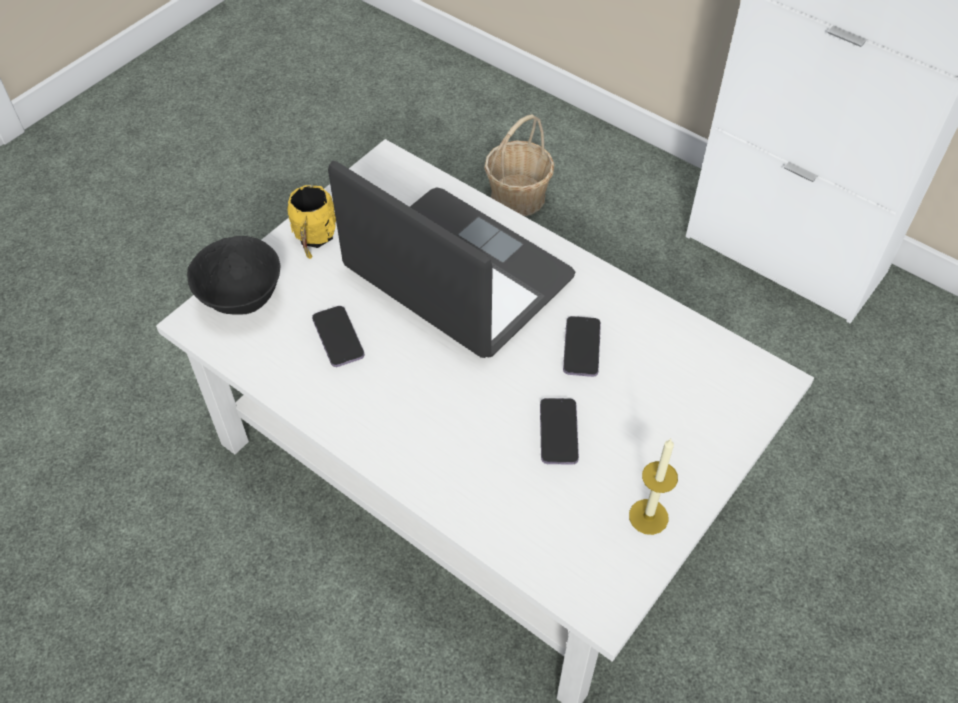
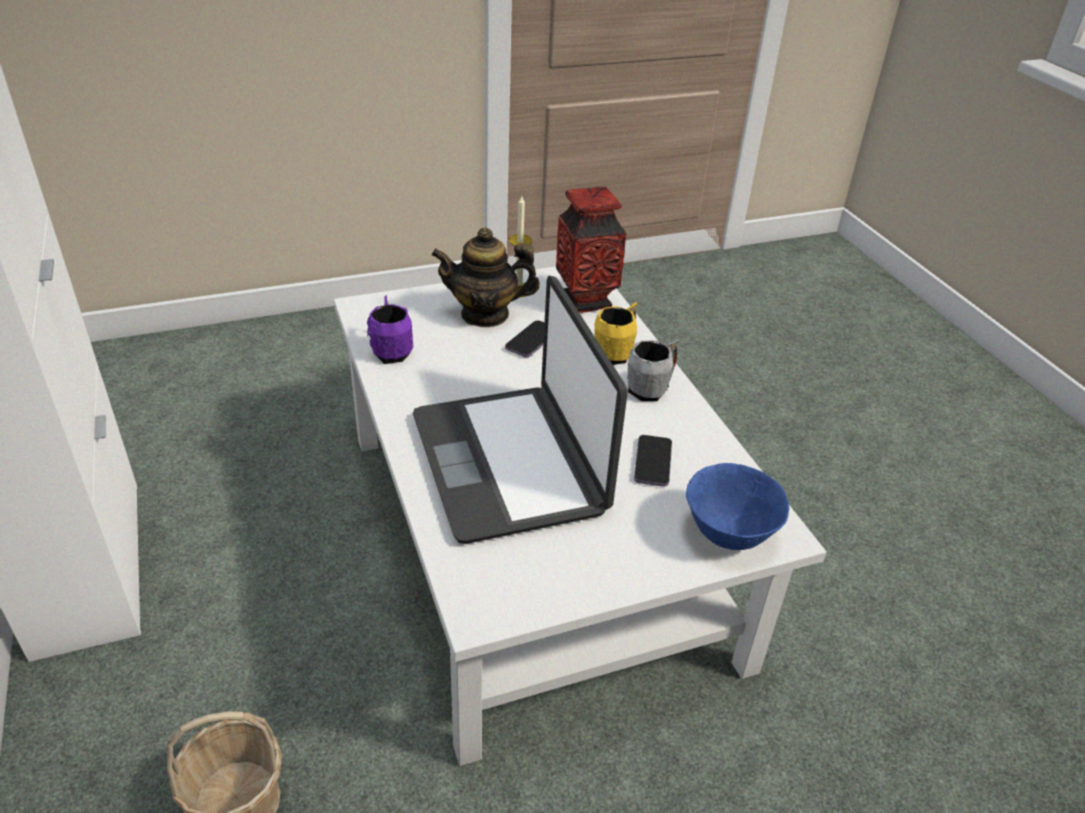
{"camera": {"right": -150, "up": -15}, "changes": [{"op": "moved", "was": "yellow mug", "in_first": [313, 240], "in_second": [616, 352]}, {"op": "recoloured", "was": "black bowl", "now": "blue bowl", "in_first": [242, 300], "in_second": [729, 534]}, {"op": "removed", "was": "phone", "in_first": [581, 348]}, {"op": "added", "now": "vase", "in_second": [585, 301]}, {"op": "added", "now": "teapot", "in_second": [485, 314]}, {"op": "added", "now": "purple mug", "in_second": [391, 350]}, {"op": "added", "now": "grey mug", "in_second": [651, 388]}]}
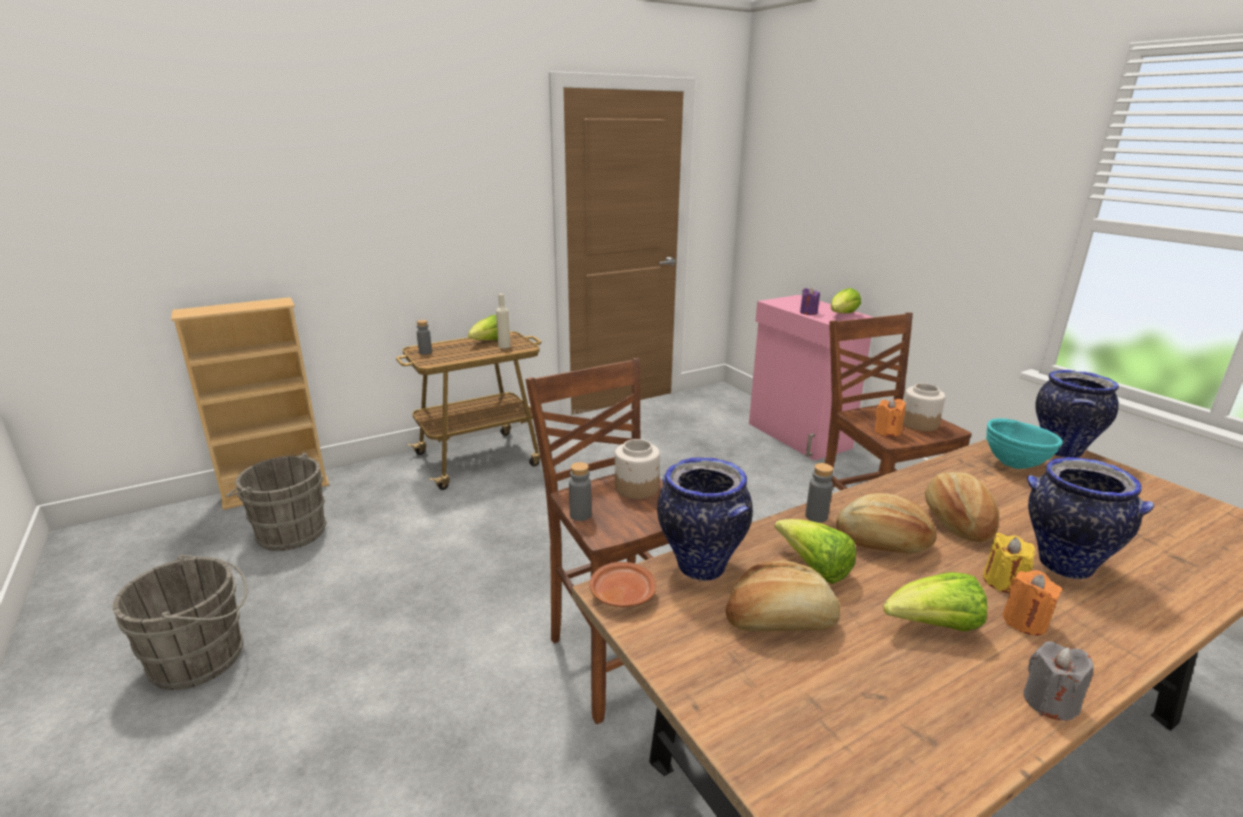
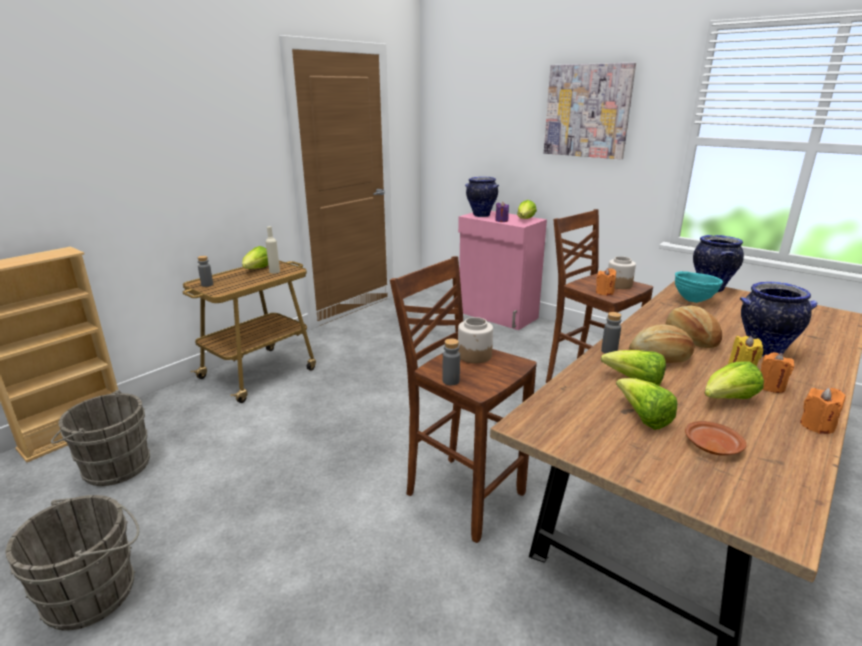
{"camera": {"right": -20, "up": 0}, "changes": [{"op": "moved", "was": "vase", "in_first": [699, 566], "in_second": [480, 215]}, {"op": "replaced", "was": "bread", "now": "lettuce", "in_first": [780, 621], "in_second": [643, 418]}, {"op": "moved", "was": "brown plate", "in_first": [622, 594], "in_second": [711, 446]}, {"op": "recoloured", "was": "grey candle", "now": "orange candle", "in_first": [1049, 702], "in_second": [817, 426]}, {"op": "added", "now": "picture", "in_second": [587, 111]}]}
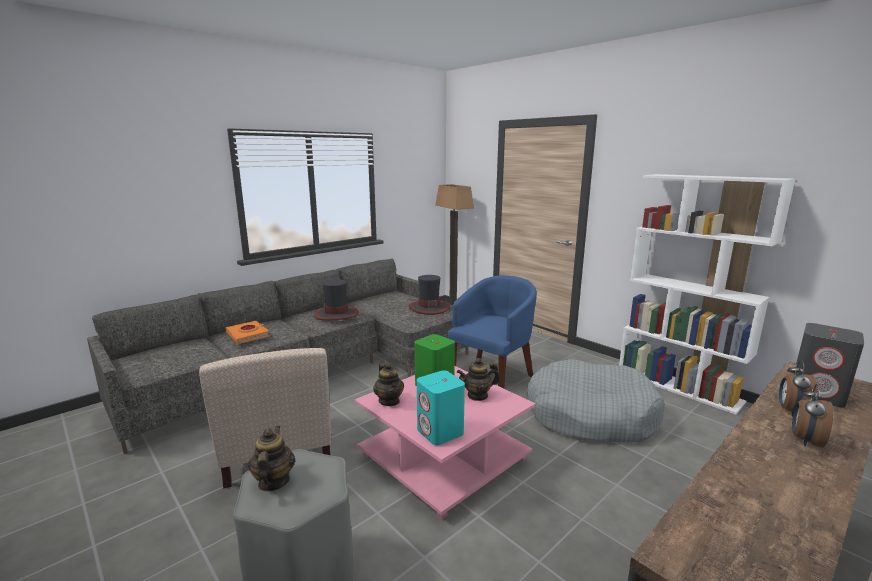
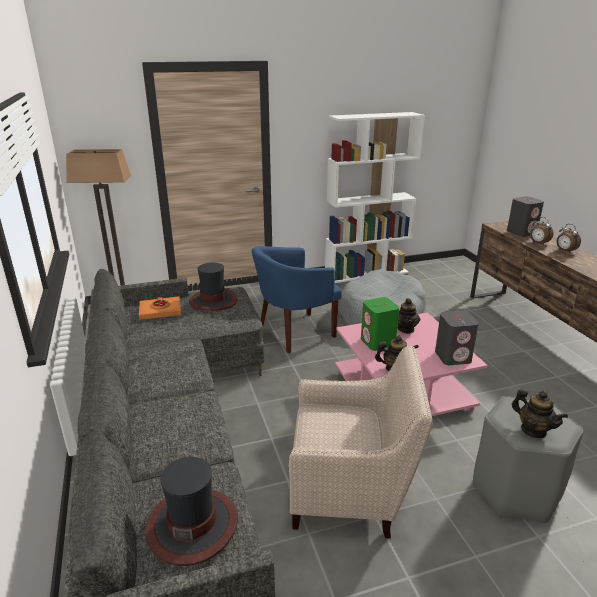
{"camera": {"right": -65, "up": 10}, "changes": [{"op": "turned", "was": "blue armchair", "in_first": [492, 376], "in_second": [294, 332], "clockwise": -90}, {"op": "moved", "was": "hat", "in_first": [337, 314], "in_second": [192, 525]}, {"op": "moved", "was": "orange book", "in_first": [248, 335], "in_second": [160, 311]}, {"op": "recoloured", "was": "turquoise speaker", "now": "grey speaker", "in_first": [440, 432], "in_second": [453, 357]}, {"op": "turned", "was": "teapot", "in_first": [273, 482], "in_second": [533, 430], "clockwise": -150}]}
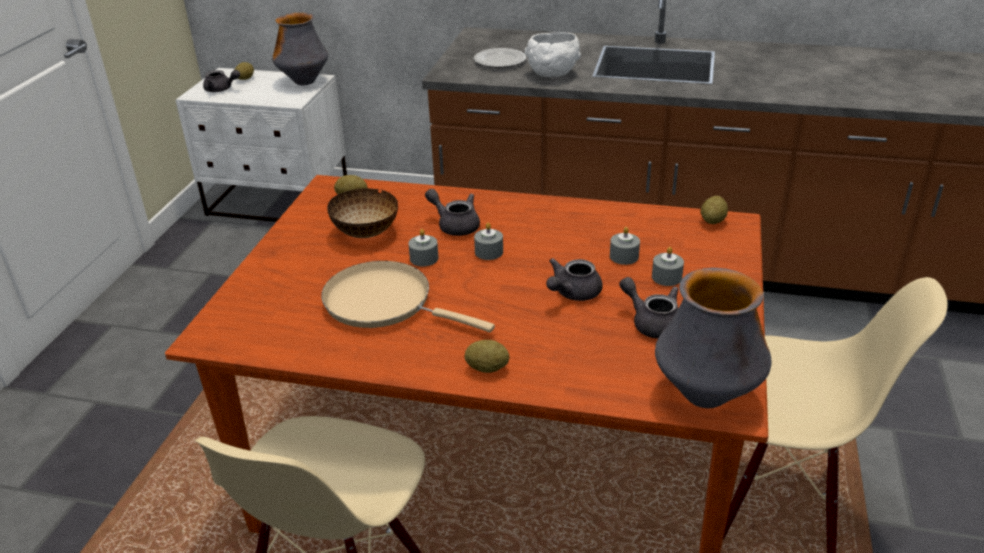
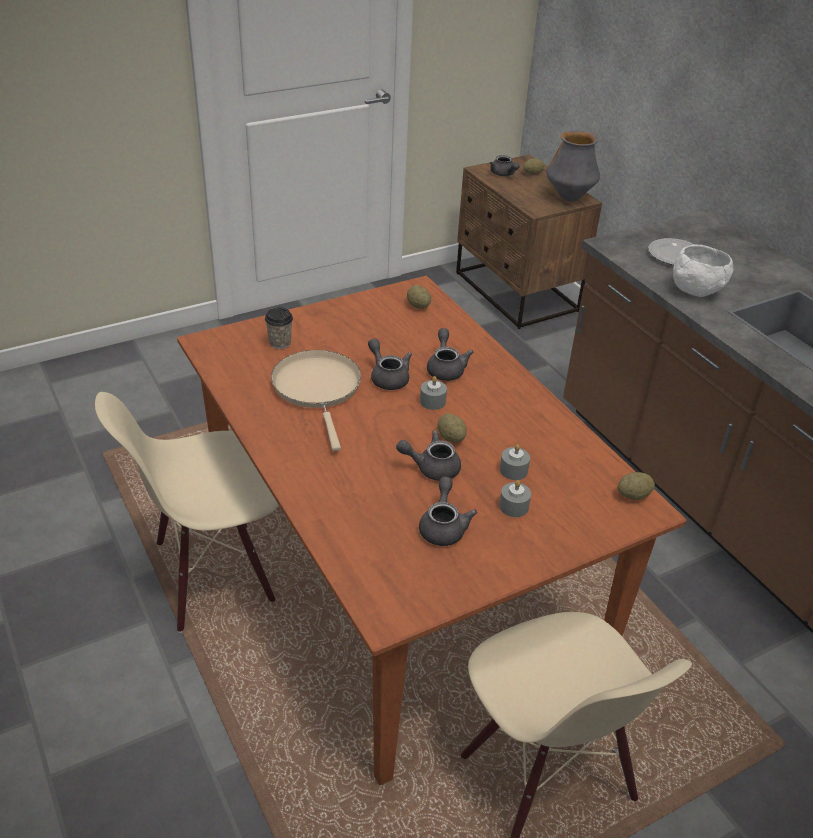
{"camera": {"right": 45, "up": 5}, "changes": [{"op": "recoloured", "was": "white nightstand", "now": "brown nightstand", "in_first": [278, 203], "in_second": [515, 292]}, {"op": "removed", "was": "bowl", "in_first": [366, 233]}, {"op": "replaced", "was": "grey candle", "now": "grey teapot", "in_first": [424, 258], "in_second": [387, 377]}, {"op": "removed", "was": "vase", "in_first": [705, 396]}, {"op": "moved", "was": "potato", "in_first": [487, 368], "in_second": [451, 438]}, {"op": "added", "now": "cup", "in_second": [280, 343]}]}
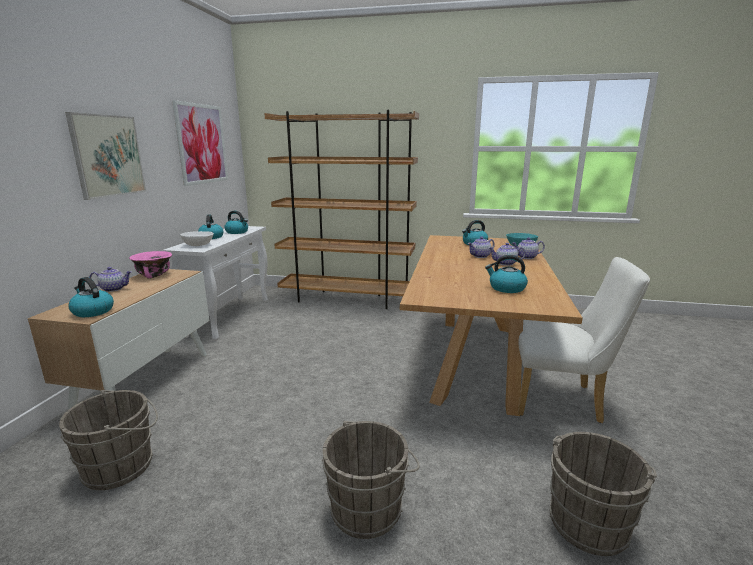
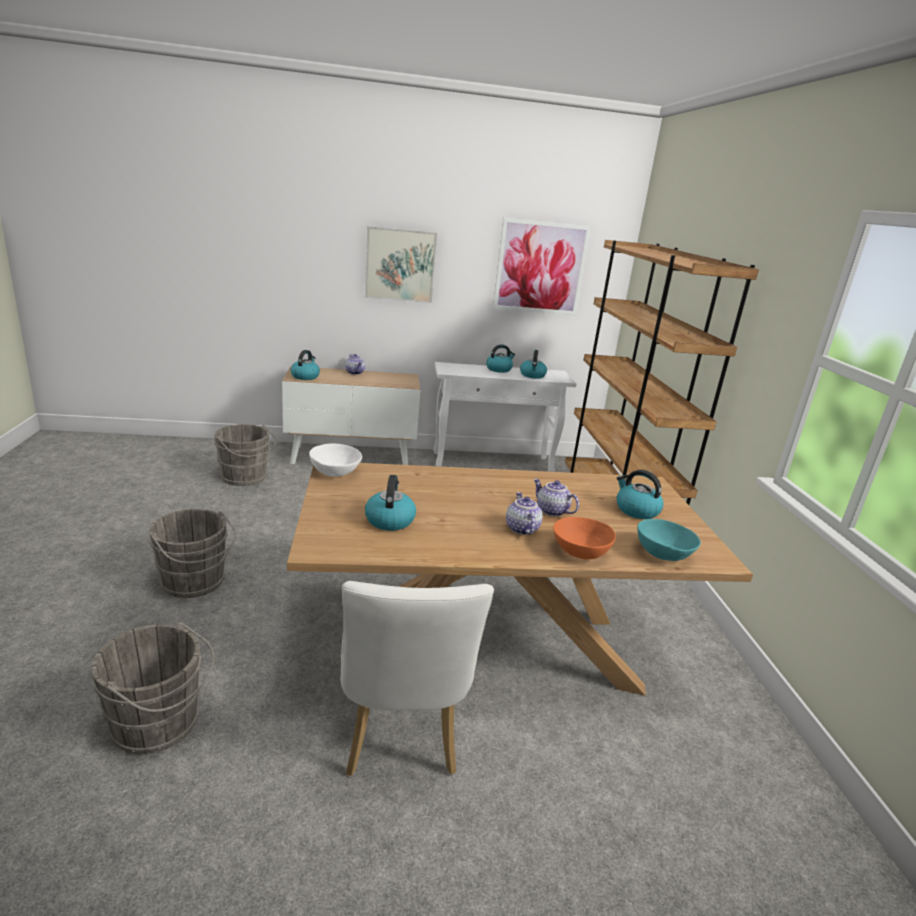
{"camera": {"right": 70, "up": 5}, "changes": [{"op": "moved", "was": "white bowl", "in_first": [198, 245], "in_second": [335, 472]}, {"op": "replaced", "was": "teapot", "now": "orange bowl", "in_first": [526, 257], "in_second": [580, 551]}, {"op": "removed", "was": "pink bowl", "in_first": [154, 275]}]}
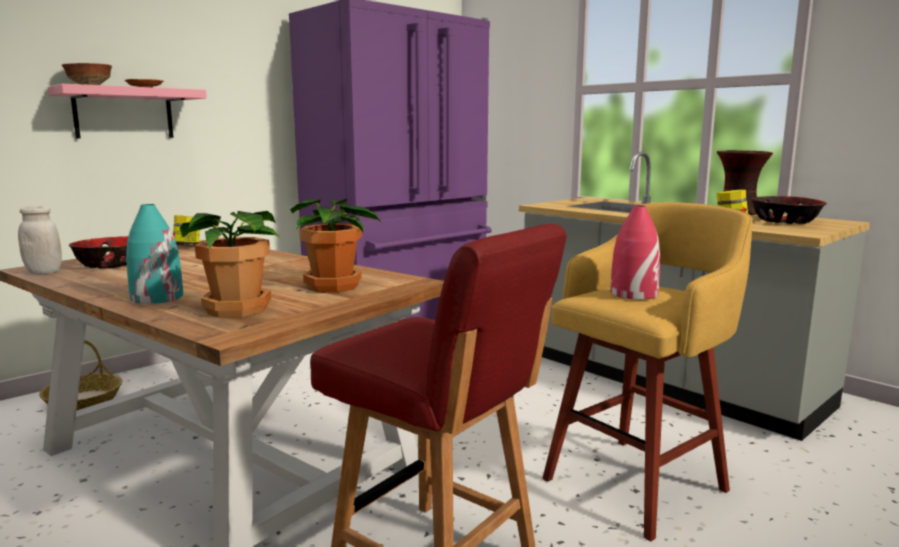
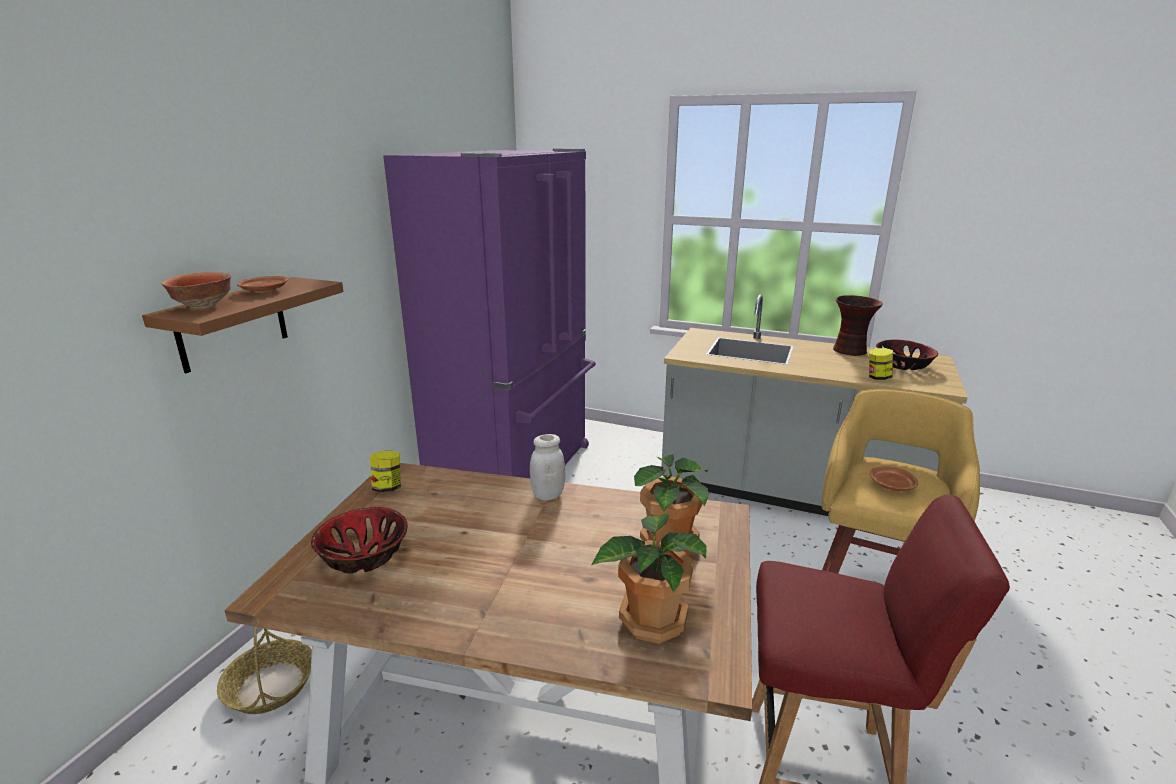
{"camera": {"right": -25, "up": 10}, "changes": [{"op": "recoloured", "was": "pink shelf", "now": "brown shelf", "in_first": [124, 113], "in_second": [232, 324]}, {"op": "removed", "was": "turquoise vase", "in_first": [156, 297]}, {"op": "replaced", "was": "red vase", "now": "brown plate", "in_first": [633, 294], "in_second": [891, 485]}, {"op": "moved", "was": "white jar", "in_first": [44, 272], "in_second": [548, 495]}]}
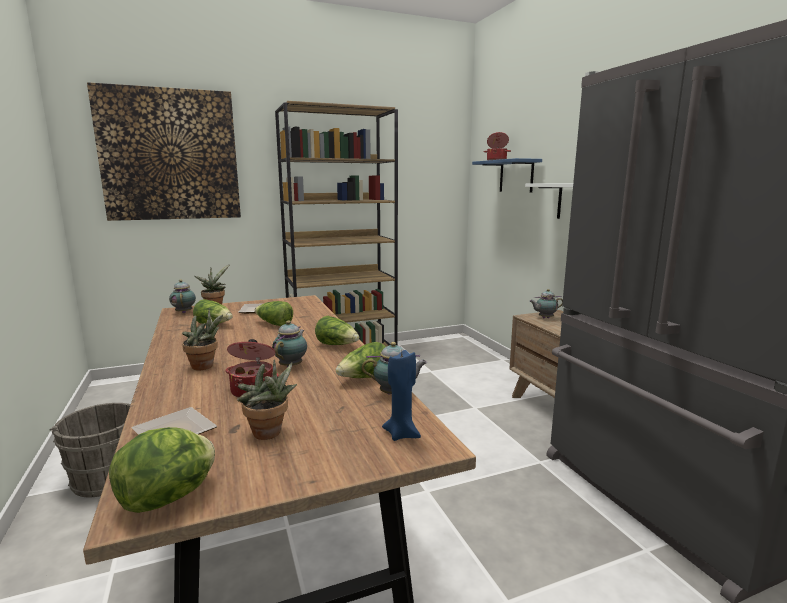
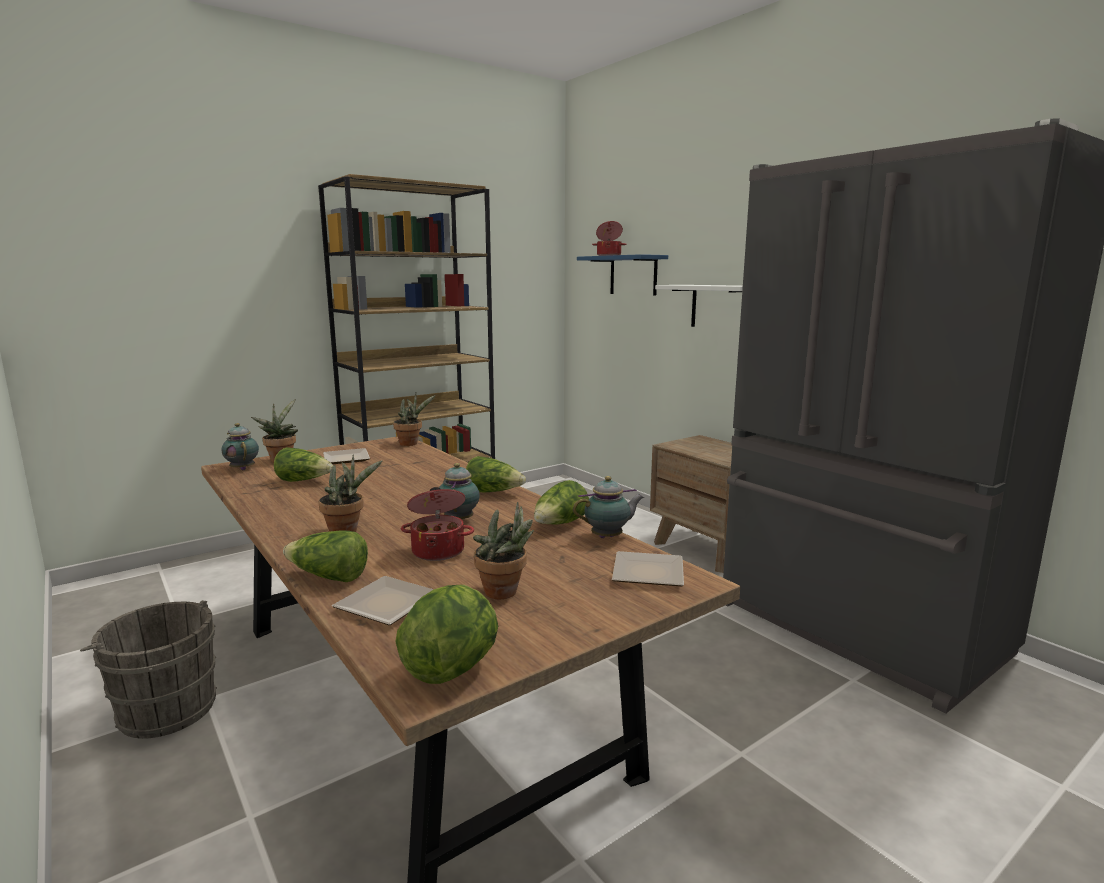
{"camera": {"right": -15, "up": 0}, "changes": [{"op": "removed", "was": "picture", "in_first": [170, 155]}, {"op": "removed", "was": "teapot", "in_first": [544, 318]}, {"op": "moved", "was": "lettuce", "in_first": [274, 324], "in_second": [329, 577]}, {"op": "replaced", "was": "blue candle", "now": "plate", "in_first": [402, 434], "in_second": [650, 574]}, {"op": "added", "now": "potted plant", "in_second": [411, 443]}]}
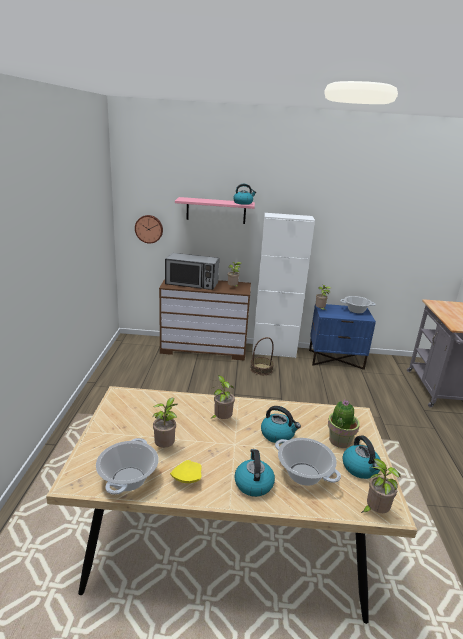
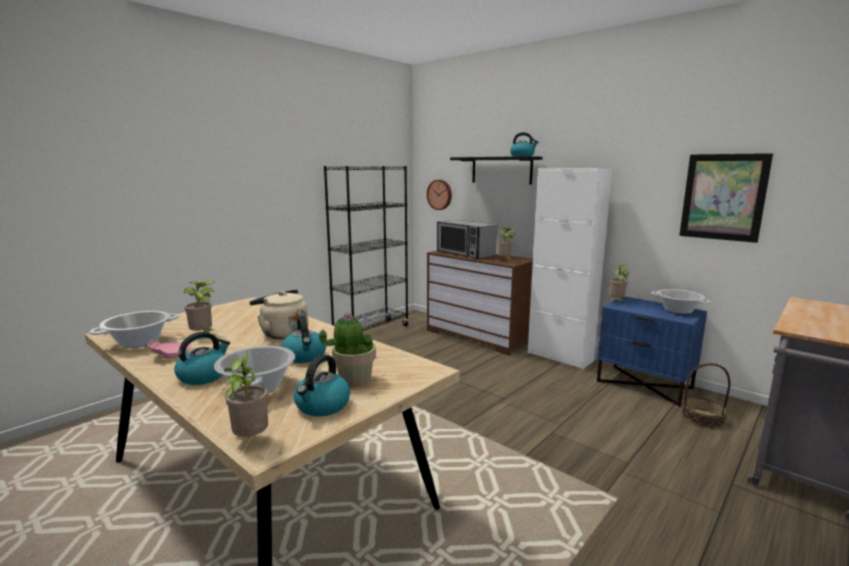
{"camera": {"right": 40, "up": -10}, "changes": [{"op": "recoloured", "was": "pink shelf", "now": "black shelf", "in_first": [216, 210], "in_second": [501, 170]}, {"op": "moved", "was": "basket", "in_first": [261, 369], "in_second": [702, 418]}, {"op": "replaced", "was": "potted plant", "now": "beige kettle", "in_first": [221, 419], "in_second": [282, 334]}, {"op": "recoloured", "was": "yellow plate", "now": "pink plate", "in_first": [186, 478], "in_second": [170, 355]}, {"op": "added", "now": "picture", "in_second": [723, 197]}, {"op": "added", "now": "black bookcase", "in_second": [371, 332]}]}
